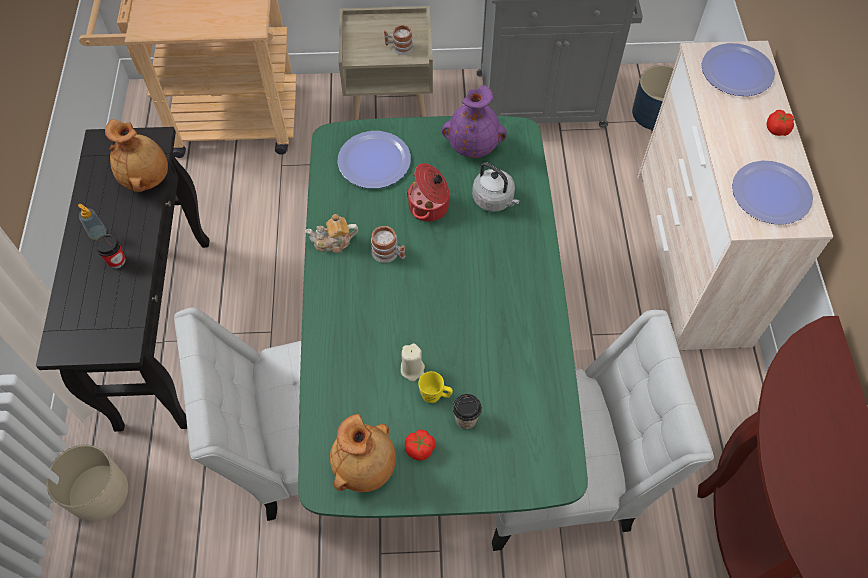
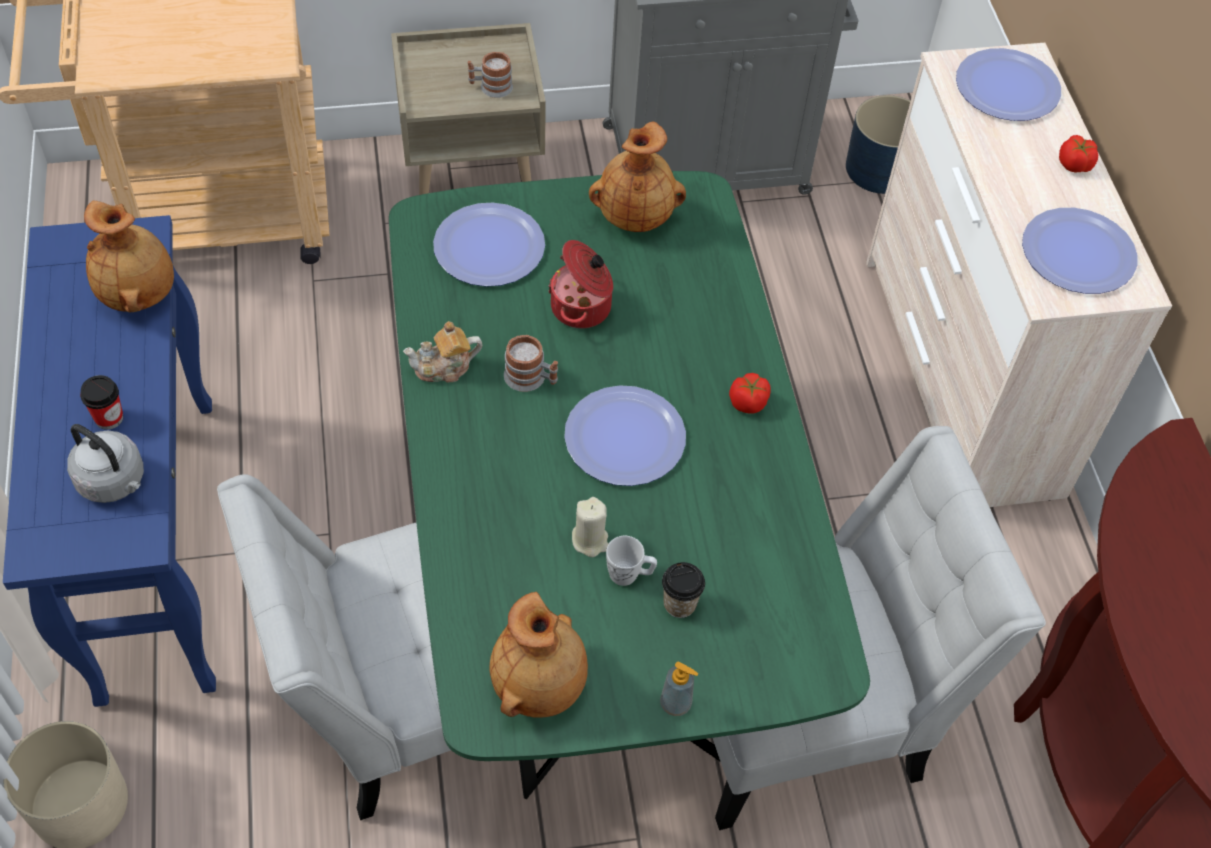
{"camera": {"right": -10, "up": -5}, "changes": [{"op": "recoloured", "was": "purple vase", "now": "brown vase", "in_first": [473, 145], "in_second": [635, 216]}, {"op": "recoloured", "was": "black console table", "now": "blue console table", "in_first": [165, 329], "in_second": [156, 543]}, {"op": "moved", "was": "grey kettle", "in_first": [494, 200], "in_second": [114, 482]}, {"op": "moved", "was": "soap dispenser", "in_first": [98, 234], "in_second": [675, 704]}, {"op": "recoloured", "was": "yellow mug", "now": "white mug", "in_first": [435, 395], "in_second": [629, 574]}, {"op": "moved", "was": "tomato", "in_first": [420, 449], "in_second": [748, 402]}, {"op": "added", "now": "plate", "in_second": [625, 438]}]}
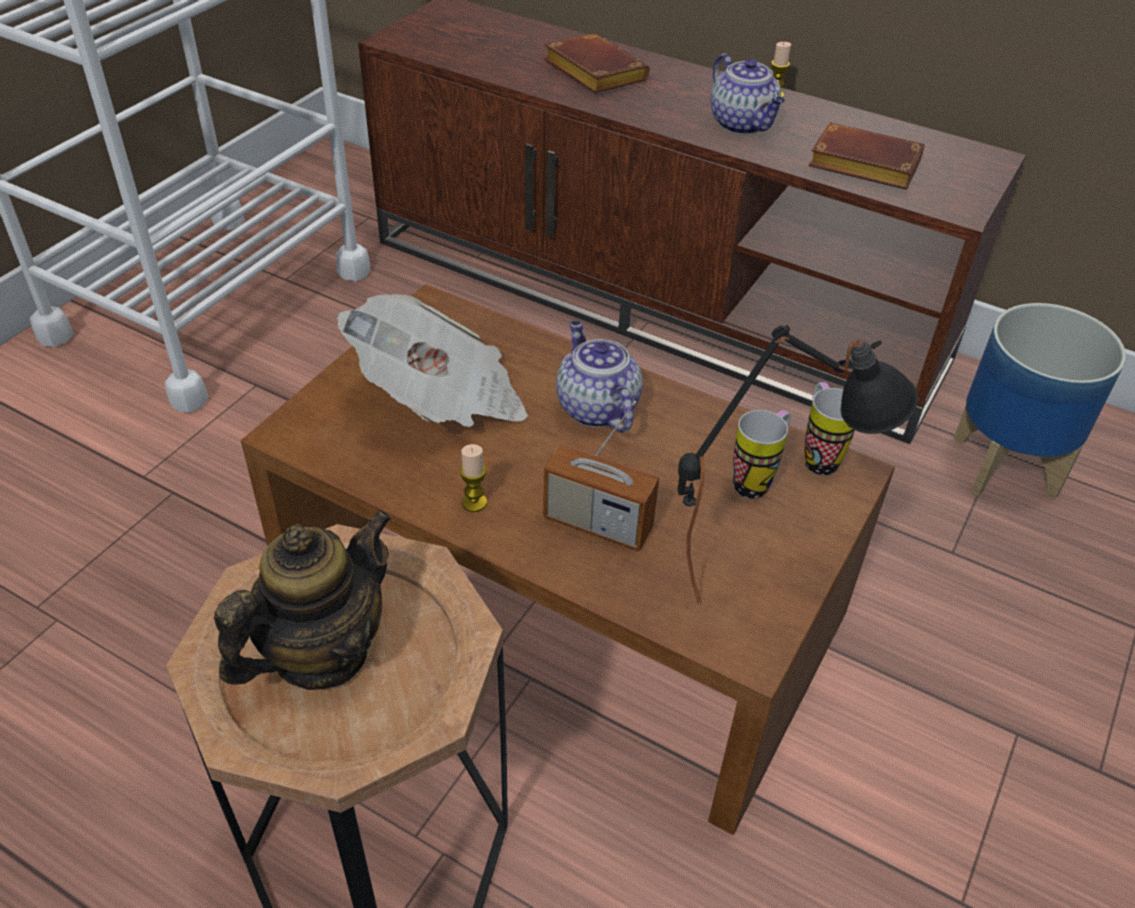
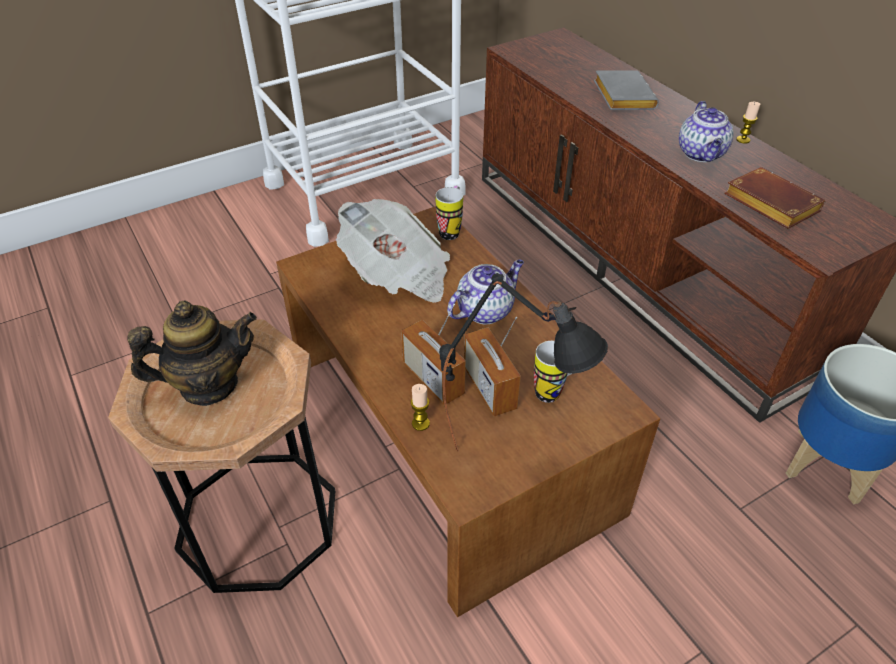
{"camera": {"right": 30, "up": 0}, "changes": [{"op": "recoloured", "was": "brown book", "now": "grey book", "in_first": [591, 72], "in_second": [621, 96]}, {"op": "turned", "was": "teapot", "in_first": [595, 408], "in_second": [485, 310], "clockwise": 45}, {"op": "moved", "was": "mug", "in_first": [817, 455], "in_second": [451, 230]}, {"op": "moved", "was": "candle", "in_first": [474, 503], "in_second": [420, 423]}, {"op": "added", "now": "radio", "in_second": [489, 388]}]}
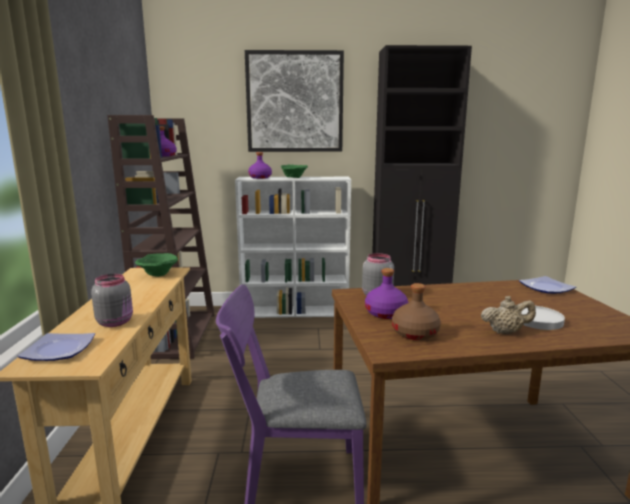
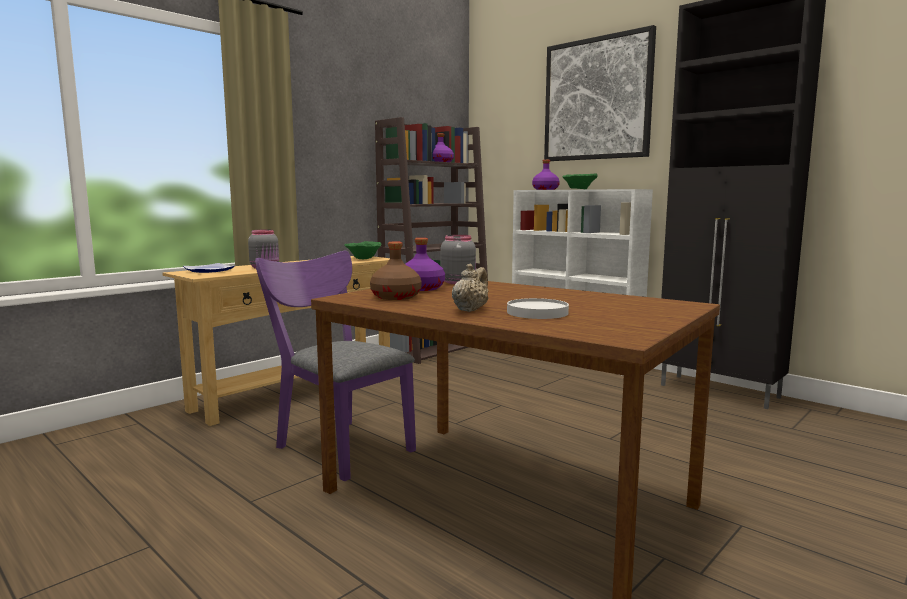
{"camera": {"right": 45, "up": -5}, "changes": [{"op": "removed", "was": "plate", "in_first": [547, 288]}, {"op": "turned", "was": "beige teapot", "in_first": [505, 332], "in_second": [470, 310], "clockwise": -105}]}
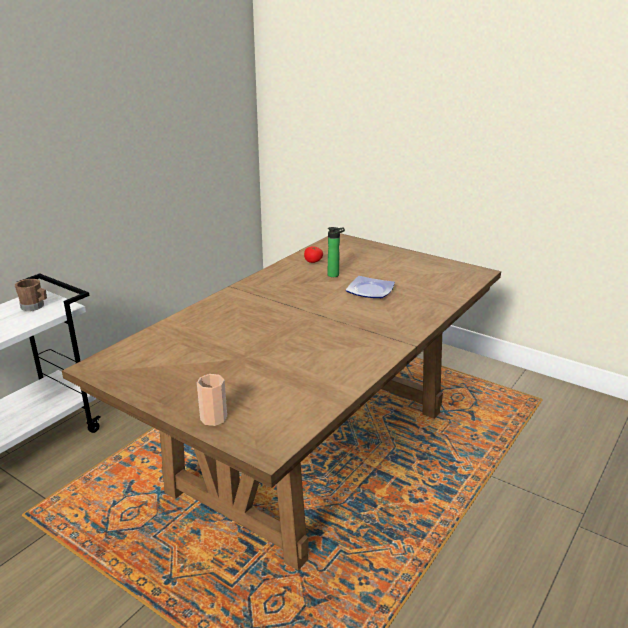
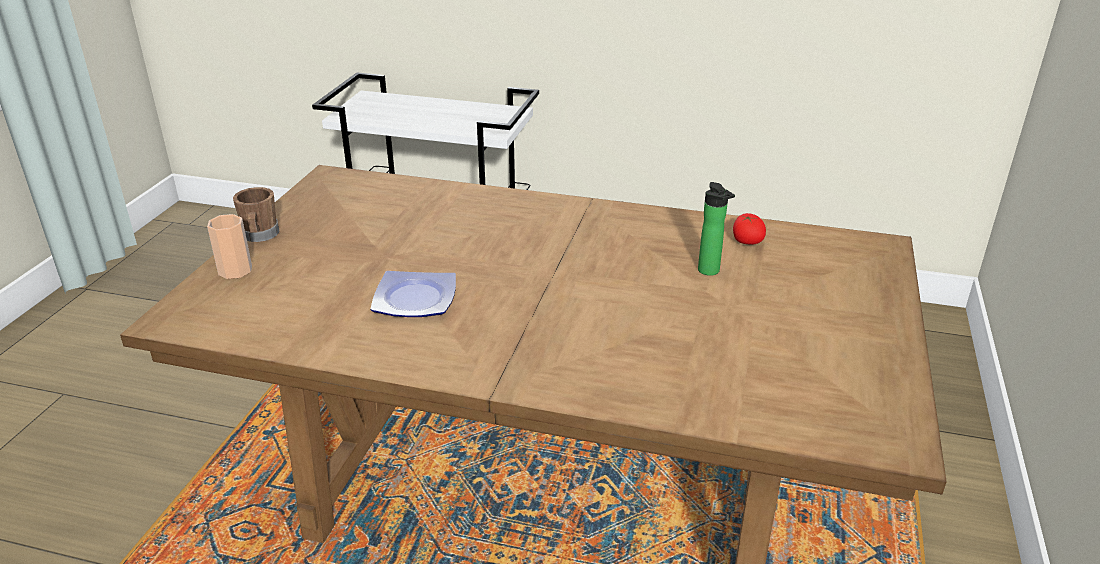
{"camera": {"right": 70, "up": 5}, "changes": [{"op": "moved", "was": "plate", "in_first": [369, 291], "in_second": [414, 298]}, {"op": "moved", "was": "brown mug", "in_first": [35, 306], "in_second": [260, 236]}]}
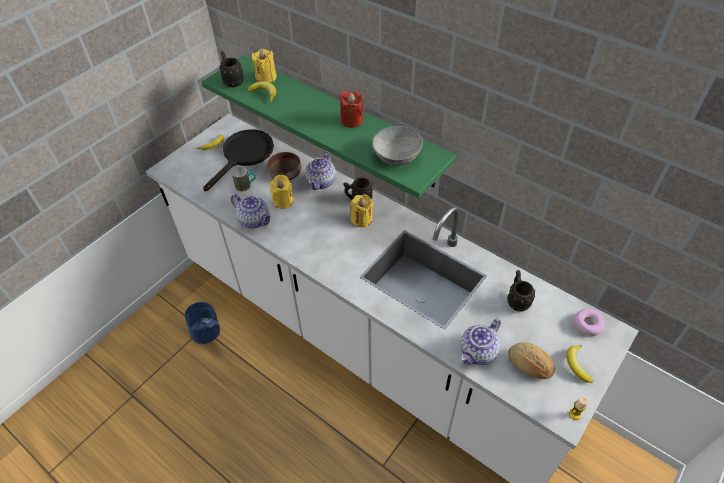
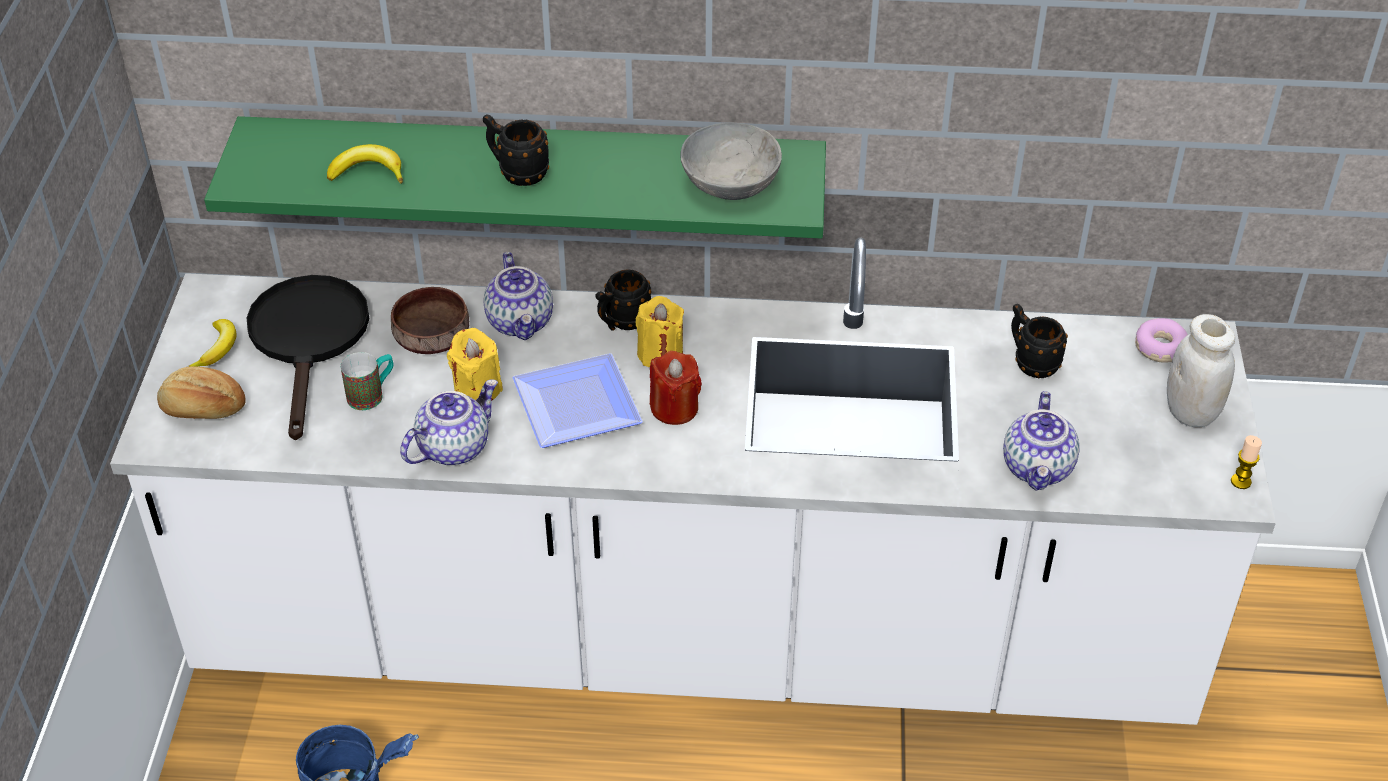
{"camera": {"right": -35, "up": -5}, "changes": [{"op": "removed", "was": "yellow candle", "in_first": [266, 77]}, {"op": "moved", "was": "black mug", "in_first": [232, 81], "in_second": [517, 173]}, {"op": "moved", "was": "red candle", "in_first": [352, 120], "in_second": [674, 408]}, {"op": "turned", "was": "teapot", "in_first": [255, 220], "in_second": [453, 447], "clockwise": -45}, {"op": "moved", "was": "bread", "in_first": [528, 366], "in_second": [203, 409]}, {"op": "replaced", "was": "banana", "now": "white jar", "in_first": [577, 365], "in_second": [1191, 412]}, {"op": "added", "now": "plate", "in_second": [579, 401]}]}
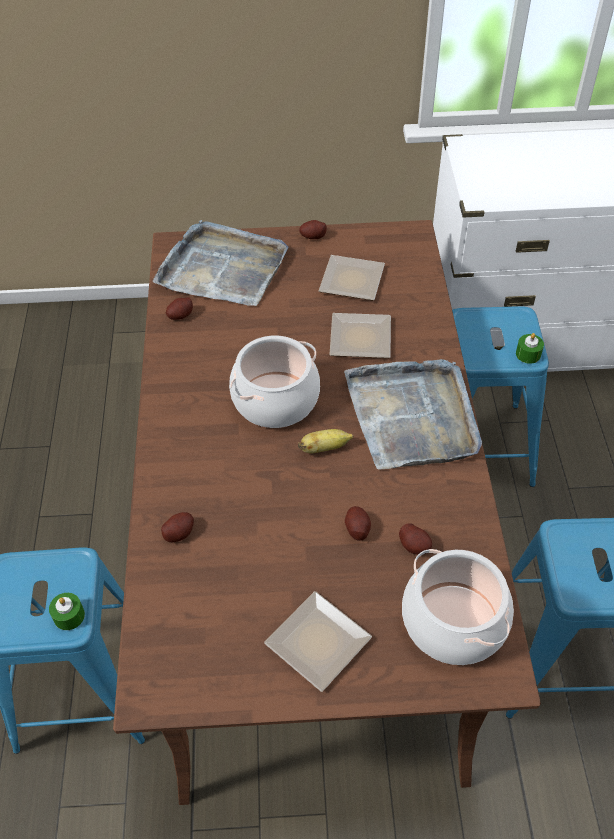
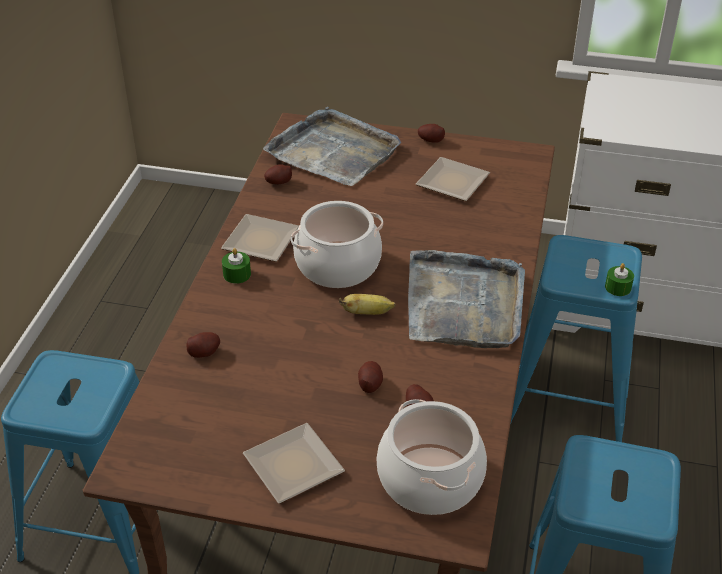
{"camera": {"right": 15, "up": -10}, "changes": [{"op": "moved", "was": "plate", "in_first": [358, 340], "in_second": [258, 242]}, {"op": "moved", "was": "green candle", "in_first": [69, 616], "in_second": [237, 274]}]}
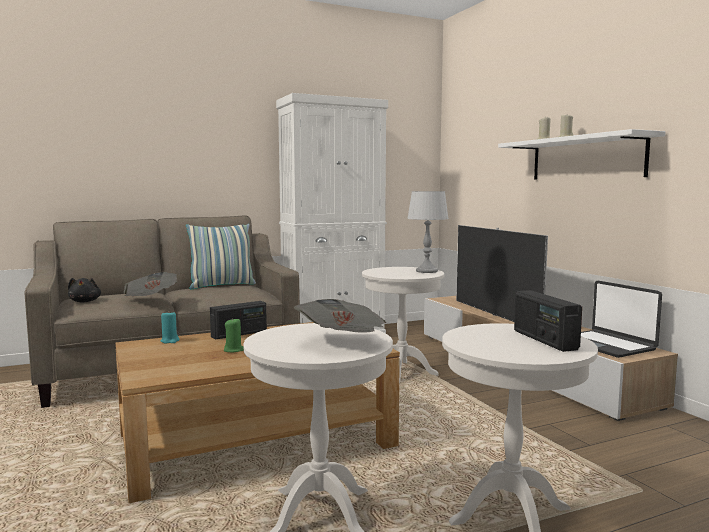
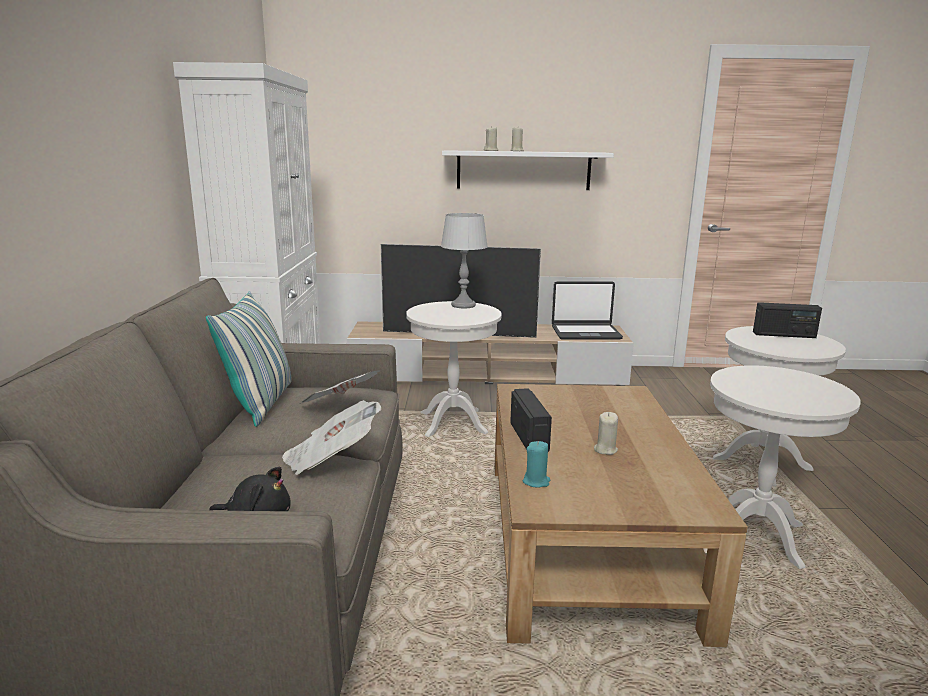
{"camera": {"right": -65, "up": 10}, "changes": [{"op": "moved", "was": "newspaper", "in_first": [343, 342], "in_second": [340, 407]}, {"op": "recoloured", "was": "green candle", "now": "beige candle", "in_first": [234, 350], "in_second": [605, 449]}]}
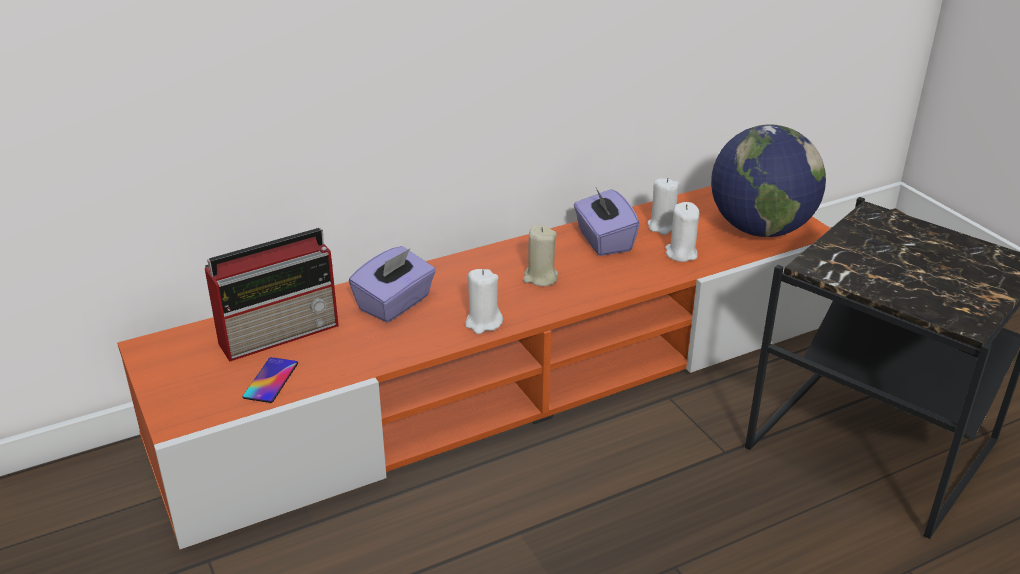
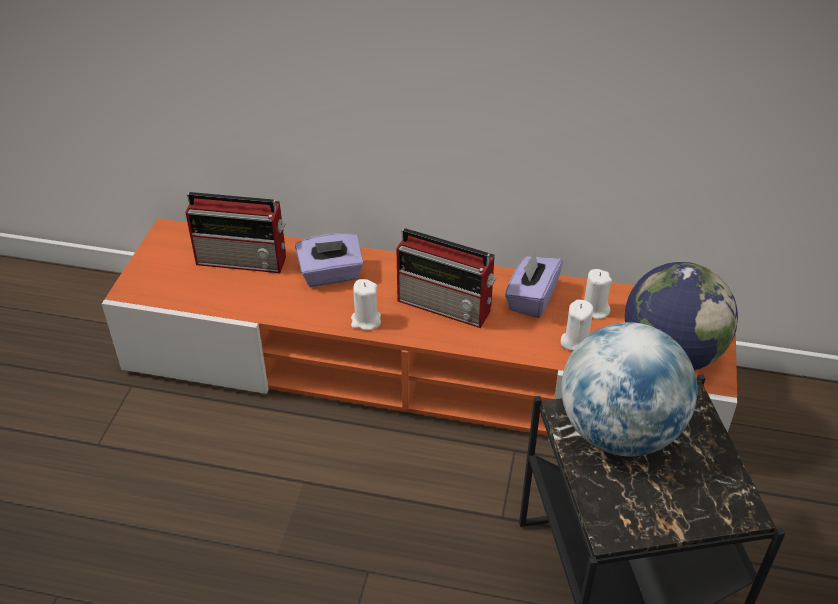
{"camera": {"right": 40, "up": 10}, "changes": [{"op": "replaced", "was": "beige candle", "now": "radio", "in_first": [540, 278], "in_second": [446, 306]}, {"op": "removed", "was": "phone", "in_first": [271, 380]}, {"op": "added", "now": "globe", "in_second": [619, 432]}]}
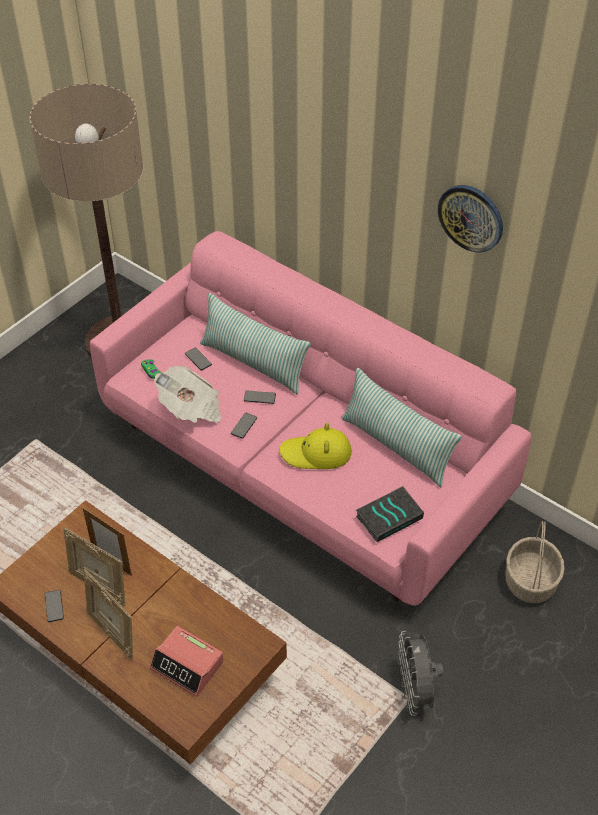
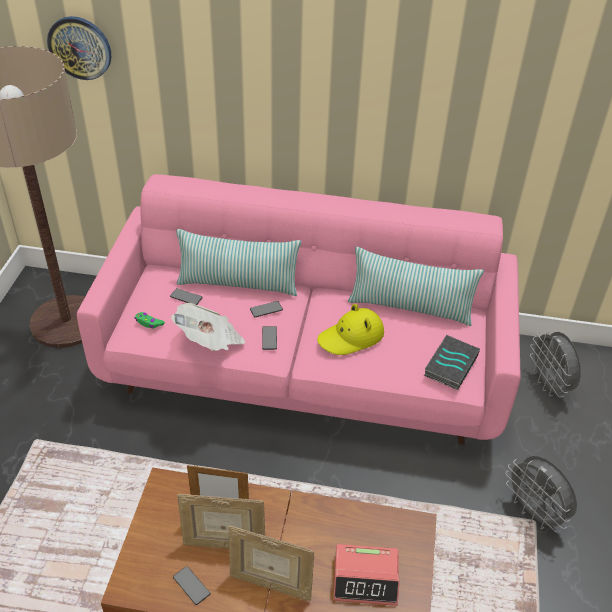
{"camera": {"right": -30, "up": -5}, "changes": [{"op": "moved", "was": "wall clock", "in_first": [471, 217], "in_second": [80, 47]}, {"op": "replaced", "was": "basket", "now": "grey fan", "in_first": [531, 582], "in_second": [549, 385]}]}
